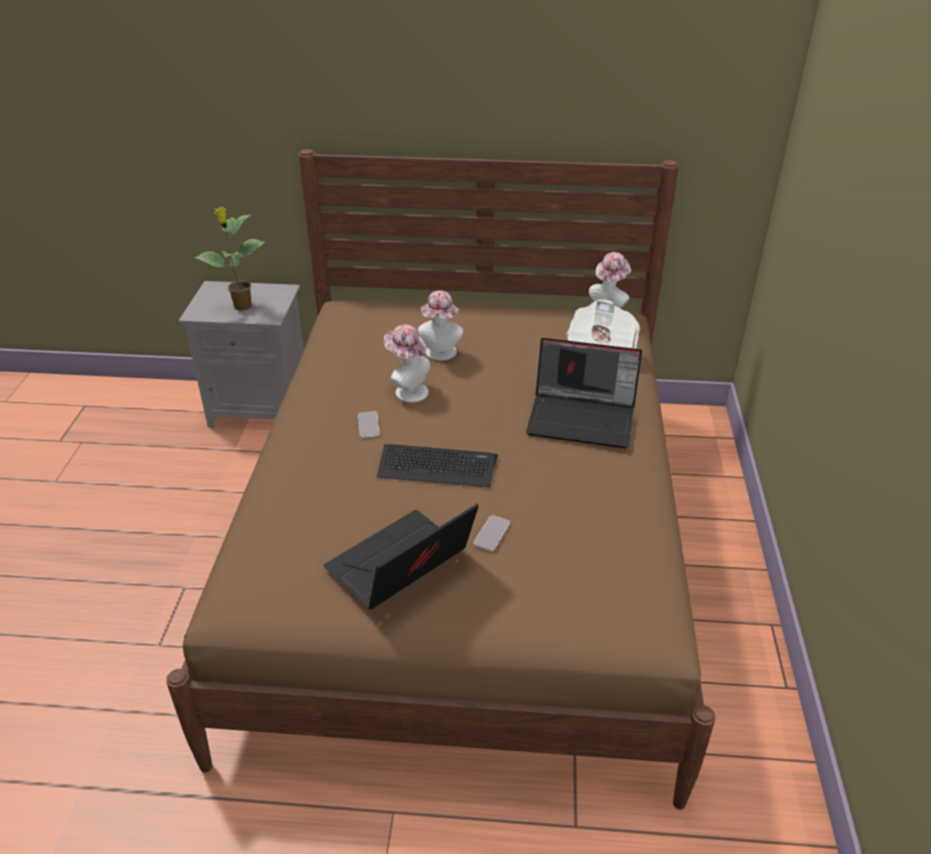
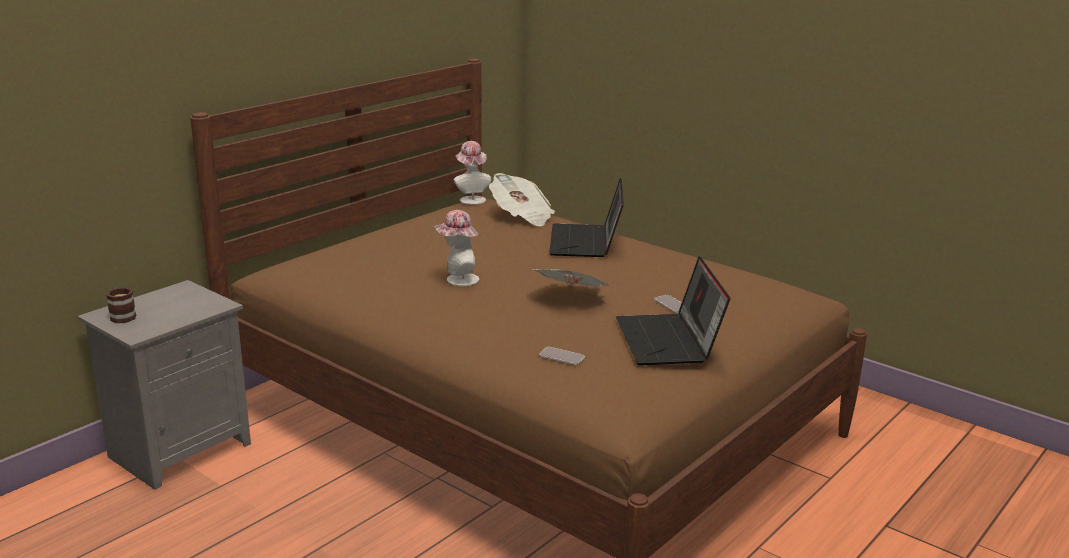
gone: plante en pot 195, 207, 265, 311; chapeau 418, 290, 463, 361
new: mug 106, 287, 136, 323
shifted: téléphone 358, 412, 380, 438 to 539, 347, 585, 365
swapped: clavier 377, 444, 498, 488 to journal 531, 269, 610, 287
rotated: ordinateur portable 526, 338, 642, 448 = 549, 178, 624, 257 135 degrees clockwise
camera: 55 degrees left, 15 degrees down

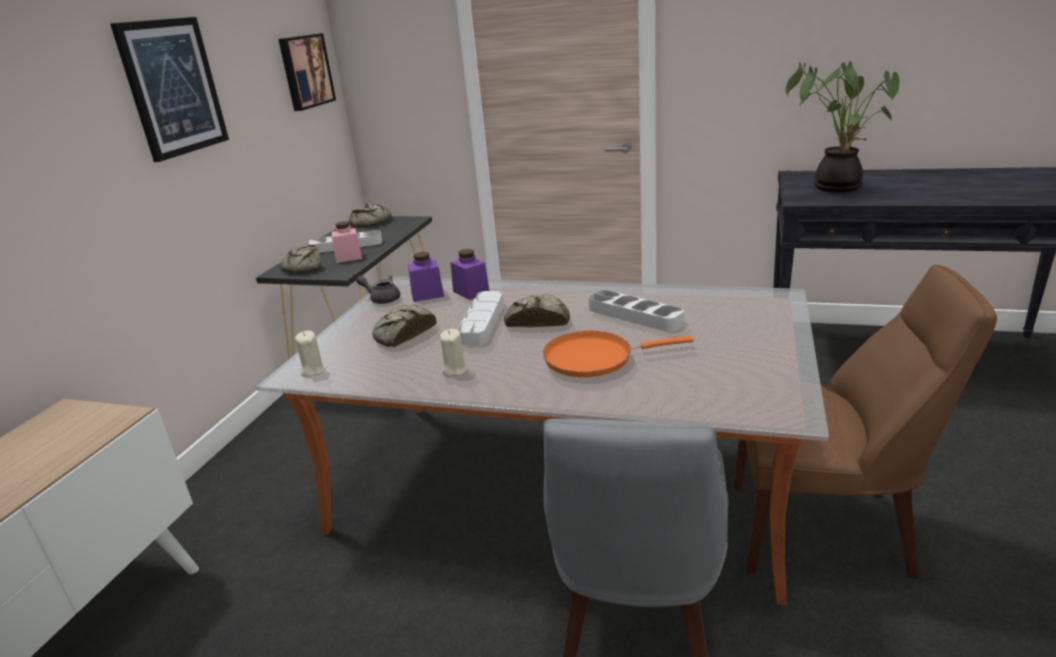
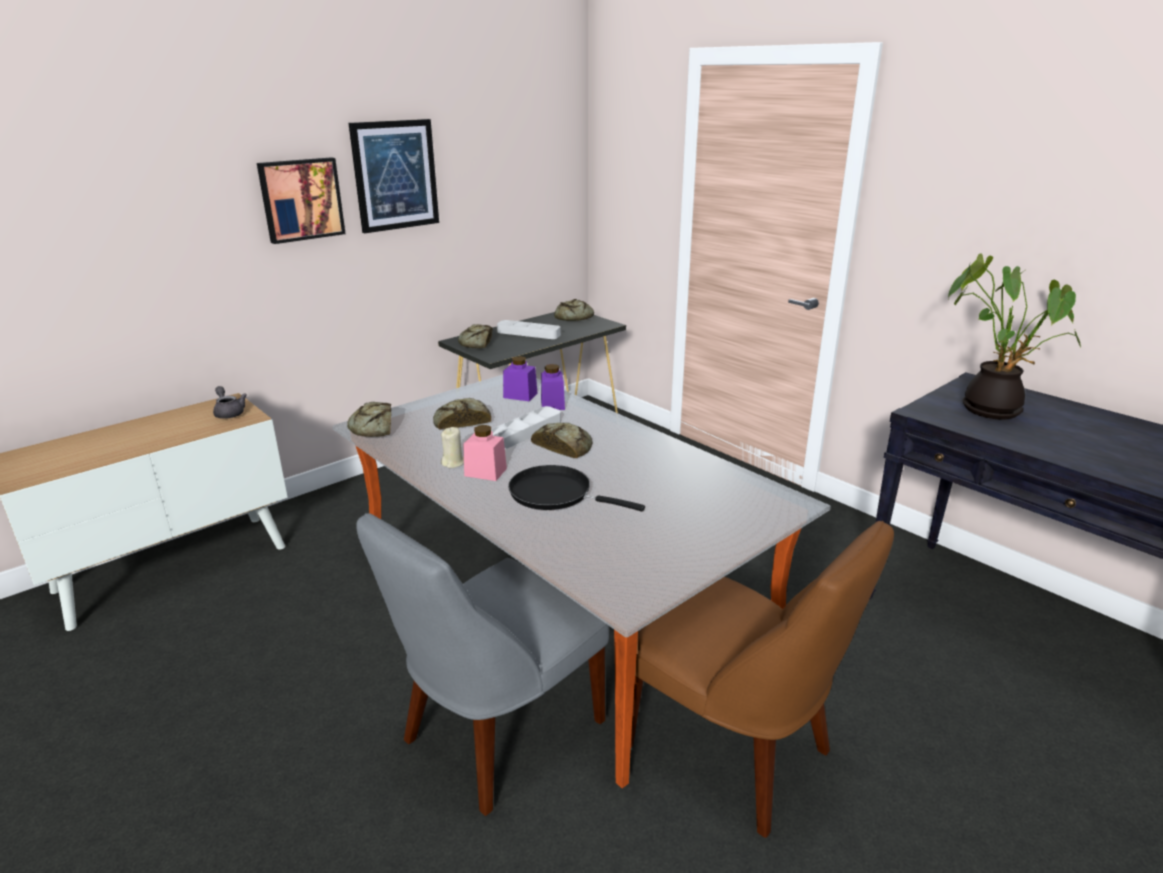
gone: plateau/gris 588, 290, 684, 332
shifted: tableau 278, 33, 336, 111 to 257, 157, 346, 244; bocal/rose 332, 221, 362, 263 to 463, 425, 507, 481; théière/gris 356, 275, 400, 304 to 213, 386, 247, 419
swapped: bougie/beige 295, 331, 326, 377 to pain 347, 402, 391, 437
repainted: poêle/orange 543, 331, 694, 377 to poêle/noir 508, 465, 645, 512
camera: 30 degrees right, 0 degrees up

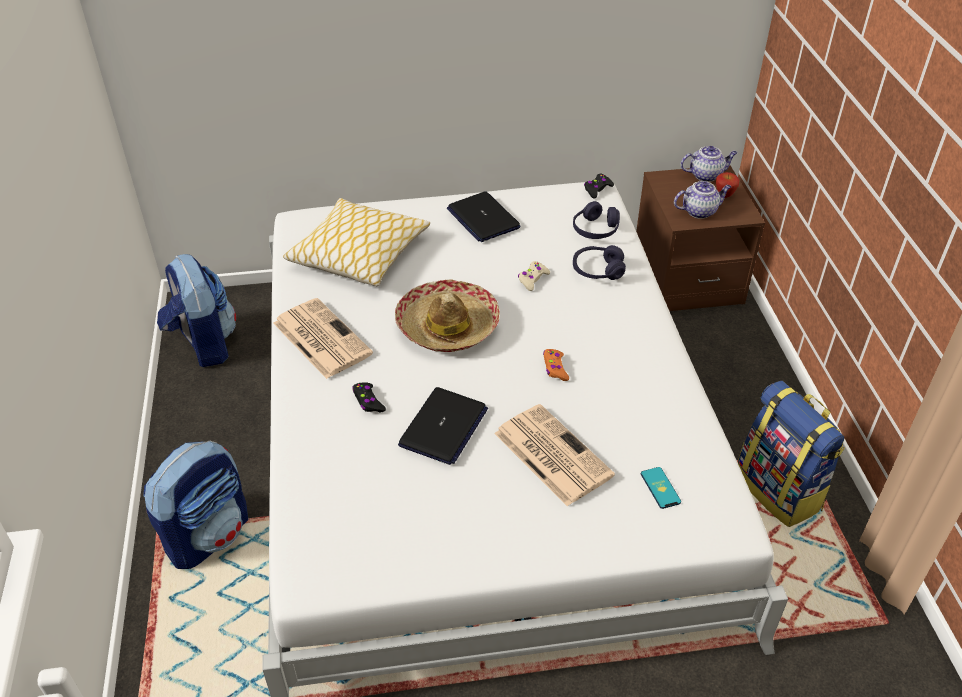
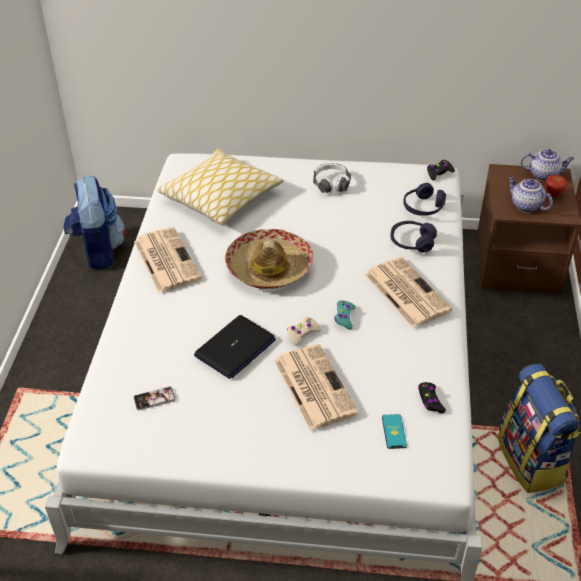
gone: sac à dos 143, 441, 248, 569
new: téléphone 133, 387, 176, 410; journal 365, 257, 452, 328
shifted: manette/noir 352, 382, 386, 412 to 418, 382, 446, 413; manette/beige 518, 261, 550, 291 to 287, 317, 321, 346
swapped: ordinateur portable 447, 191, 521, 242 to casque audio 313, 163, 351, 193
repainted: manette/orange 543, 349, 569, 381 to manette/turquoise 334, 300, 356, 330
rotated: théière 674, 181, 731, 219 = 508, 176, 553, 213 135 degrees counterclockwise
camera: 15 degrees right, 0 degrees up

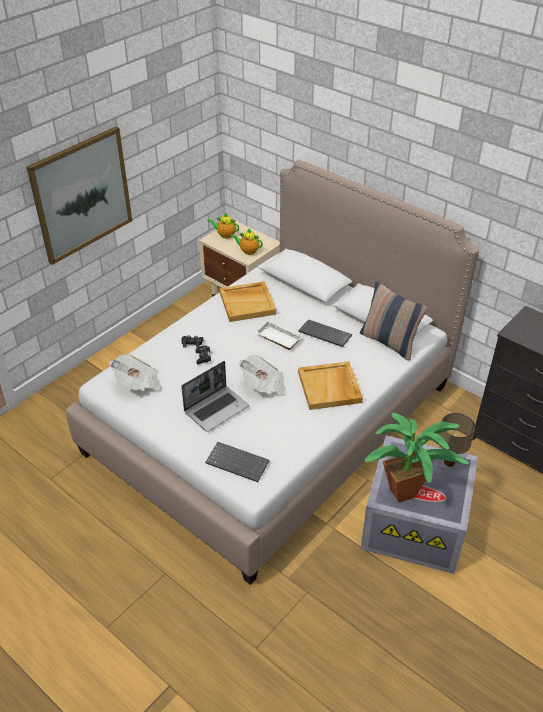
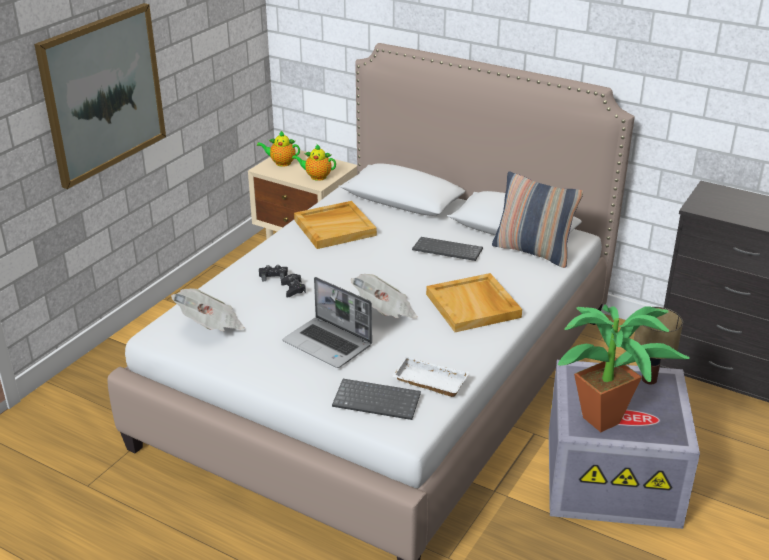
shifted: plateau/blanc 255, 321, 303, 350 to 392, 356, 469, 397
rotated: ordinateur portable 181, 361, 249, 432 = 283, 277, 372, 368 90 degrees clockwise
camera: 10 degrees left, 10 degrees down

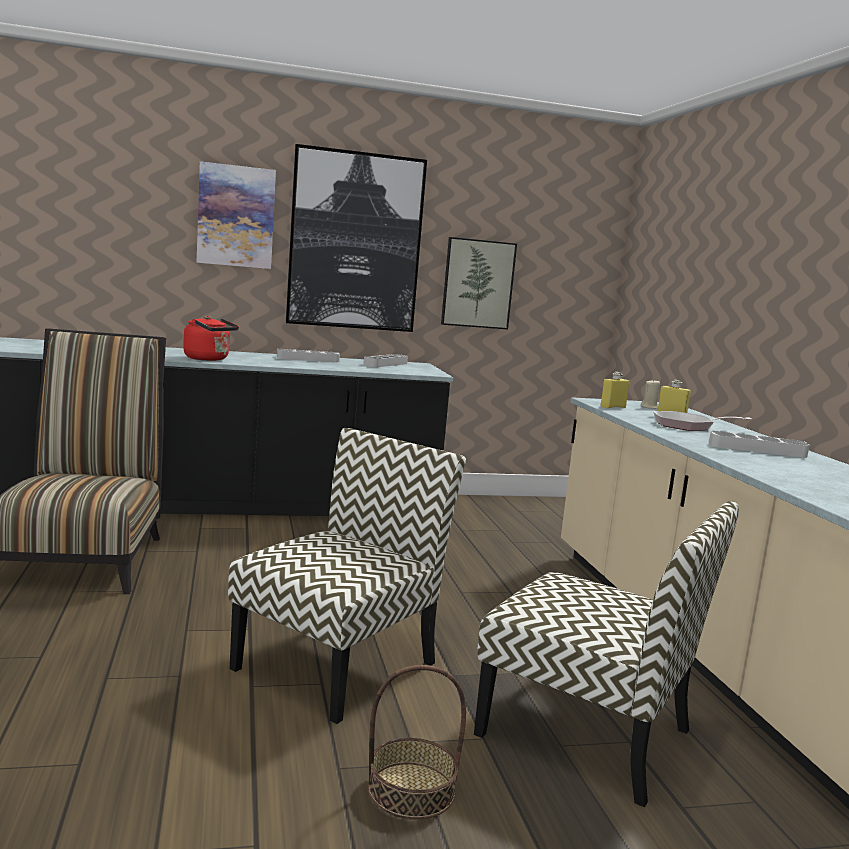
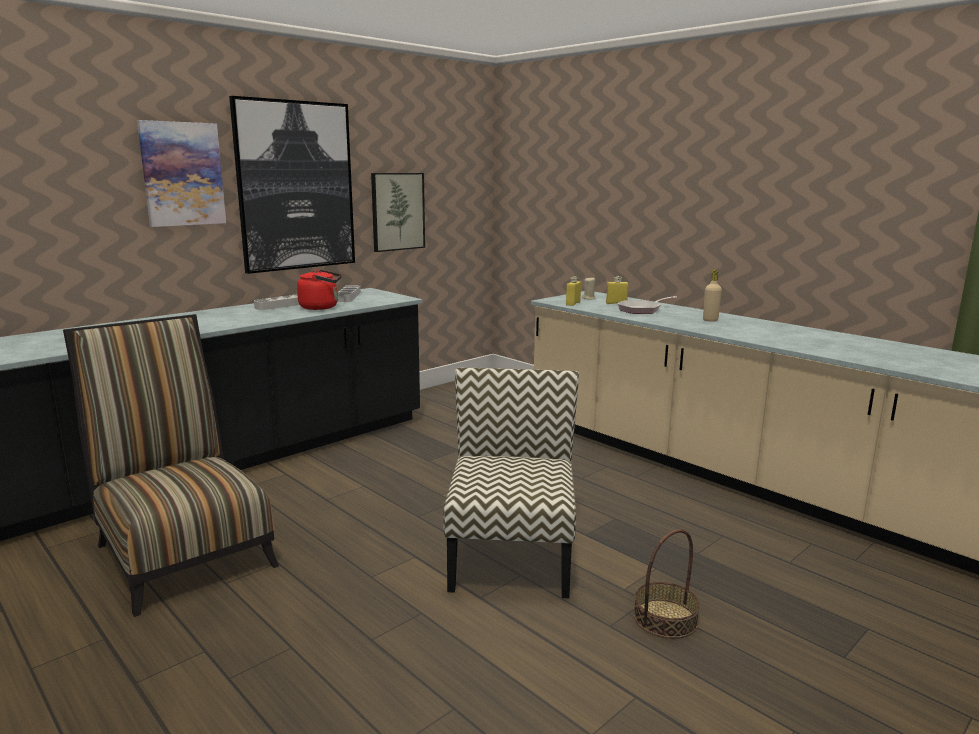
gone: chaise 474, 501, 739, 807
shifted: bouilloire/rouge 183, 316, 239, 361 to 297, 269, 342, 310
swapped: plateau/gris 709, 431, 809, 458 to bouteille/beige 703, 270, 722, 322
camera: 30 degrees left, 5 degrees up

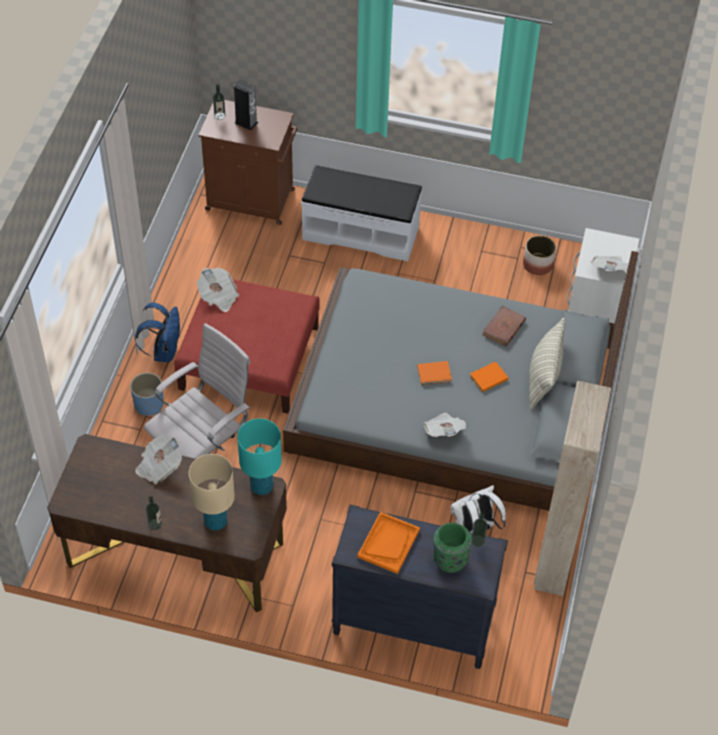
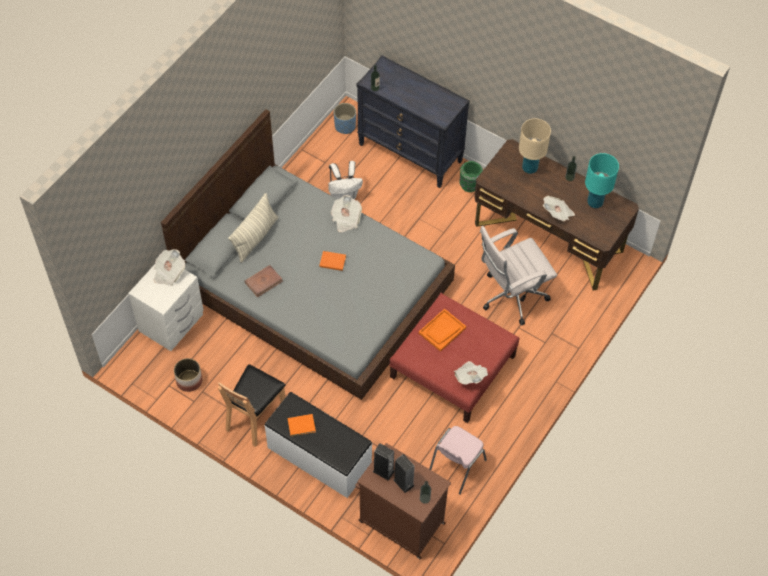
gone: sac à dos/bleu 135, 302, 180, 362; armoire/beige 534, 381, 611, 596
new: chaise/marron 218, 364, 286, 447; enceinte 373, 443, 395, 481; chaise/rose 429, 426, 487, 495
shifted: cache-pot/bleu 130, 373, 164, 416 to 334, 103, 356, 134; lampe de table/turquoise 237, 418, 282, 495 to 585, 153, 619, 208; plateau/orange 357, 512, 420, 574 to 419, 309, 466, 352; vase/vert 433, 523, 472, 573 to 459, 161, 483, 192; livre/orange 470, 361, 509, 392 to 288, 414, 316, 436
camera: 160 degrees left, 5 degrees up

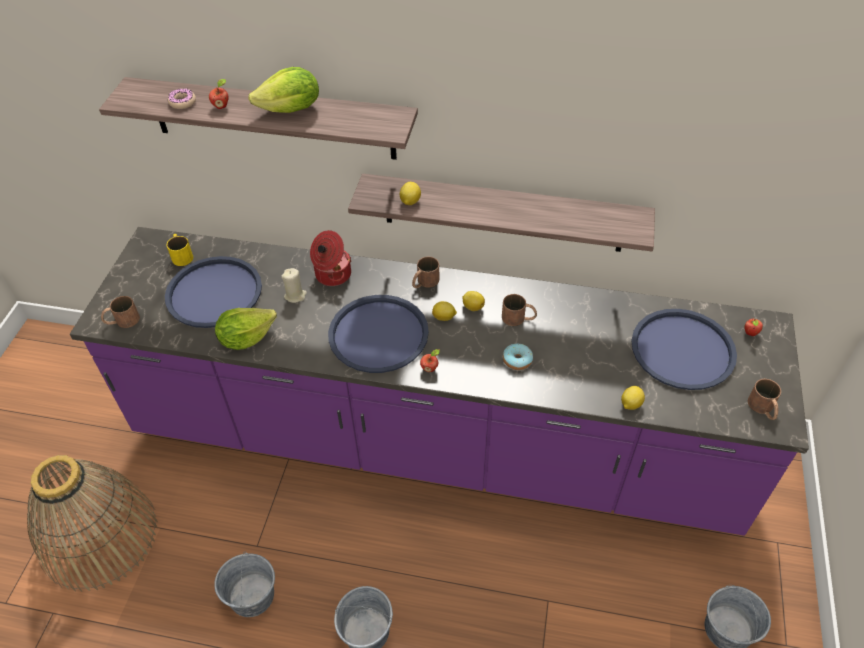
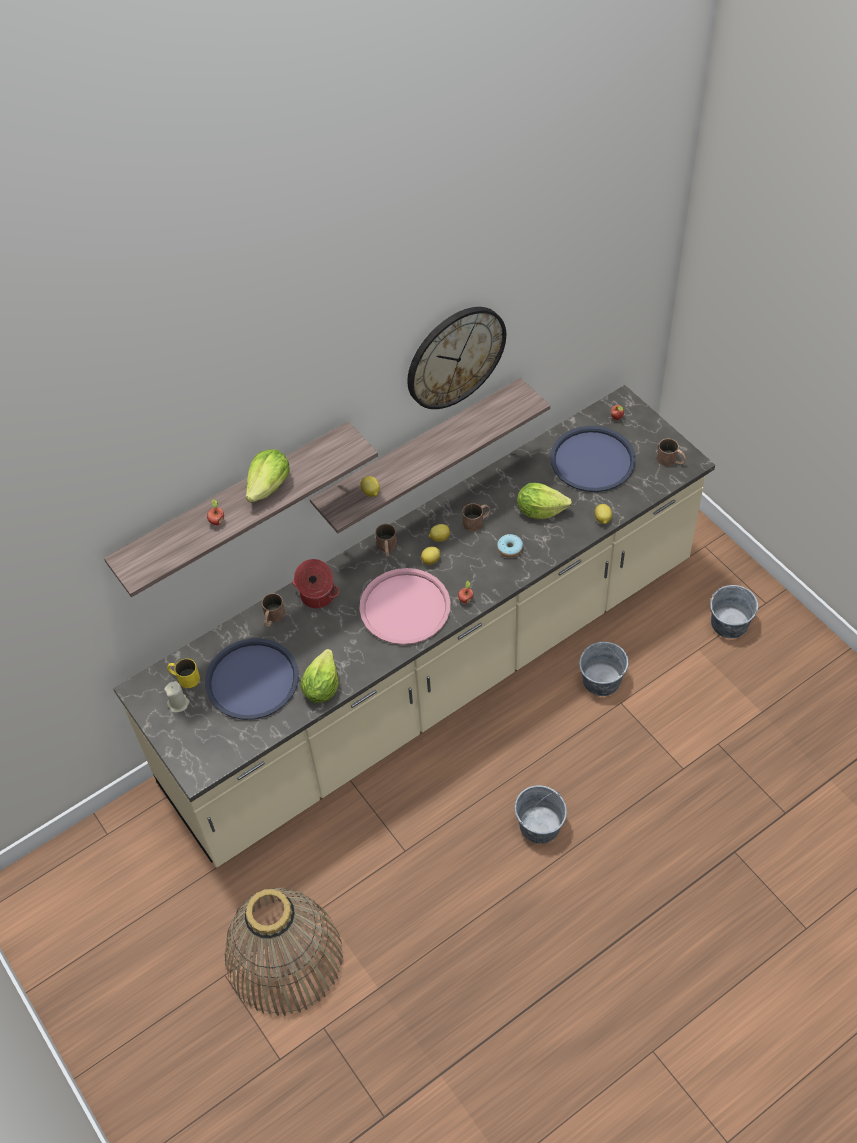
gone: beignet 168, 89, 196, 109
new: horloge murale 407, 307, 506, 409; laitue 517, 483, 572, 519
shifted: mug/marron 101, 296, 140, 328 to 262, 593, 285, 627; seau/gris 214, 551, 275, 617 to 579, 642, 629, 696; bougie/beige 281, 268, 307, 303 to 164, 681, 190, 713
repainted: comptoir de cuisine/violet 70, 227, 809, 536 to comptoir de cuisine/beige 113, 385, 715, 868; plateau/bleu 328, 295, 429, 373 to plateau/rose 359, 568, 451, 645
camera: 45 degrees left, 5 degrees up

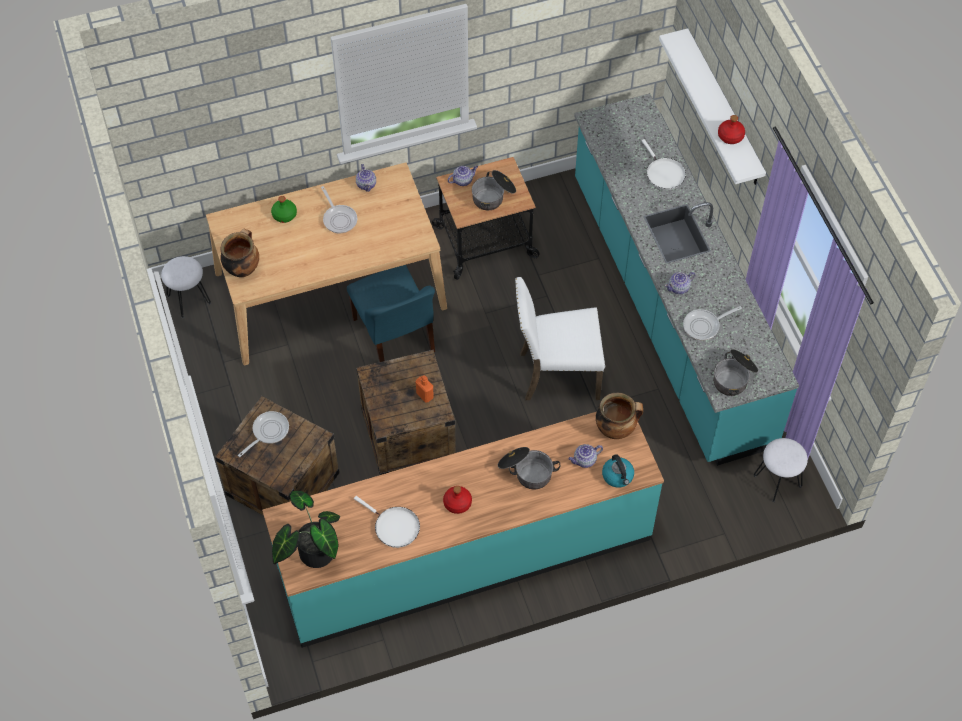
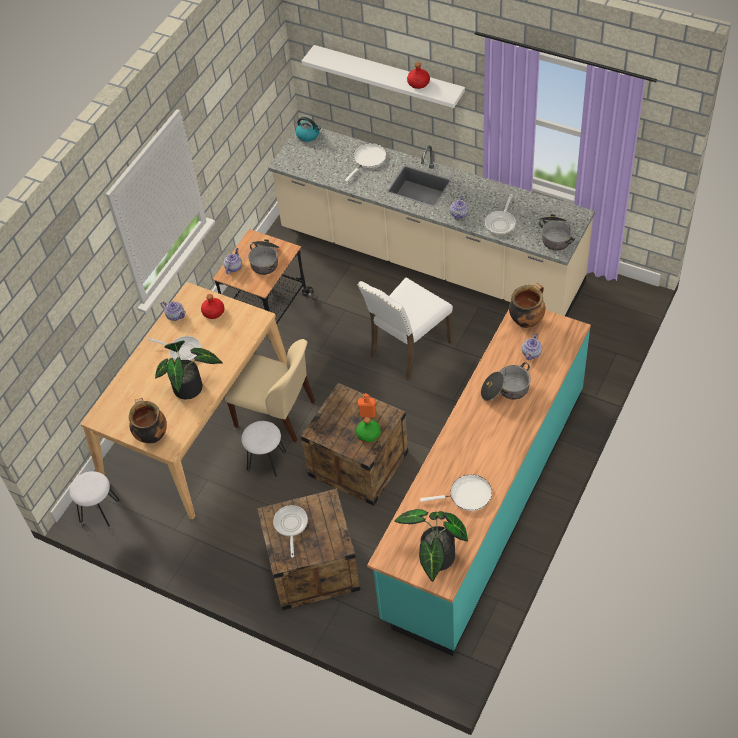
new: plante en pot 155, 341, 223, 399
shifted: bouteille/vert 271, 196, 297, 223 to 356, 417, 381, 442; bouteille/rouge 443, 486, 472, 514 to 201, 294, 224, 319; bouilloire 602, 454, 634, 488 to 296, 117, 321, 142; tabouret/blanc 754, 438, 808, 502 to 241, 421, 286, 478
repainted: chaise/bleu 347, 265, 435, 362 to chaise/beige 225, 339, 315, 442; comptoir de cuisine/turquoise 574, 93, 799, 466 to comptoir de cuisine/beige 268, 128, 595, 317
rotated: poêle/blanc 642, 139, 686, 190 = 345, 143, 386, 182 75 degrees counterclockwise
camera: 40 degrees left, 5 degrees down

